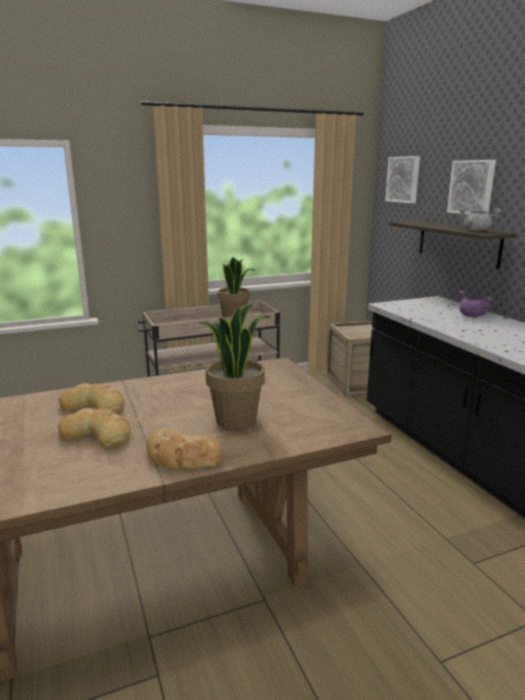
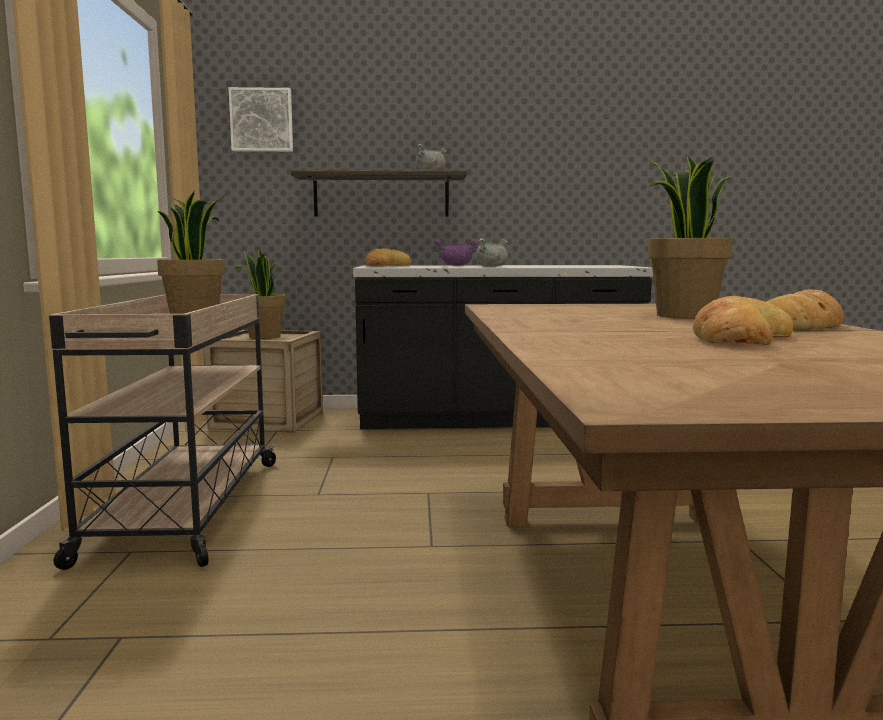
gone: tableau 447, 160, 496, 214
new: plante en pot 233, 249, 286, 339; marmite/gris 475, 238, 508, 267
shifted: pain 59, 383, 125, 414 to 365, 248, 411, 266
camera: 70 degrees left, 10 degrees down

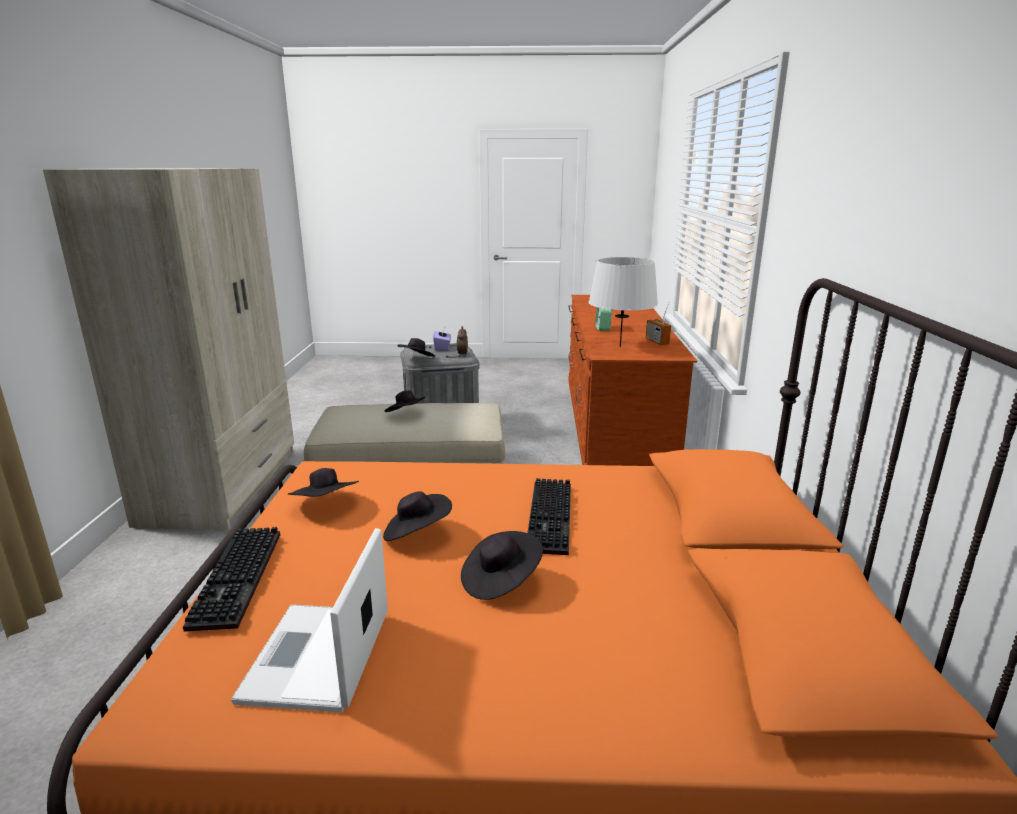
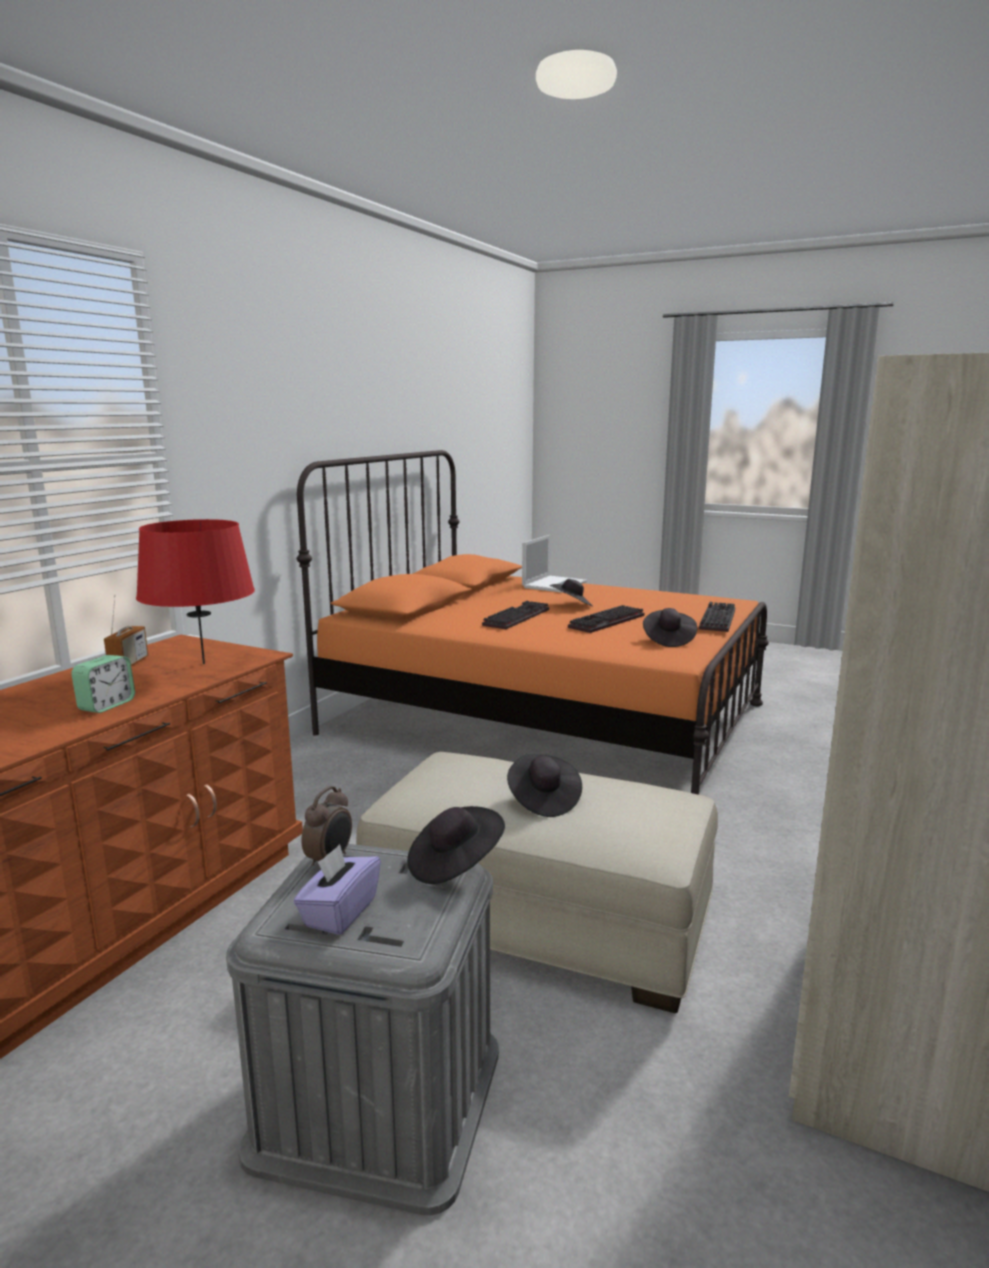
shifted: ordinateur portable 231, 528, 388, 713 to 522, 535, 587, 593
swapped: chapeau/noir 383, 492, 452, 541 to clavier 568, 605, 644, 633
repainted: lampe de table/gris 589, 257, 658, 347 to lampe de table/rouge 136, 519, 255, 664
camera: 155 degrees left, 5 degrees down

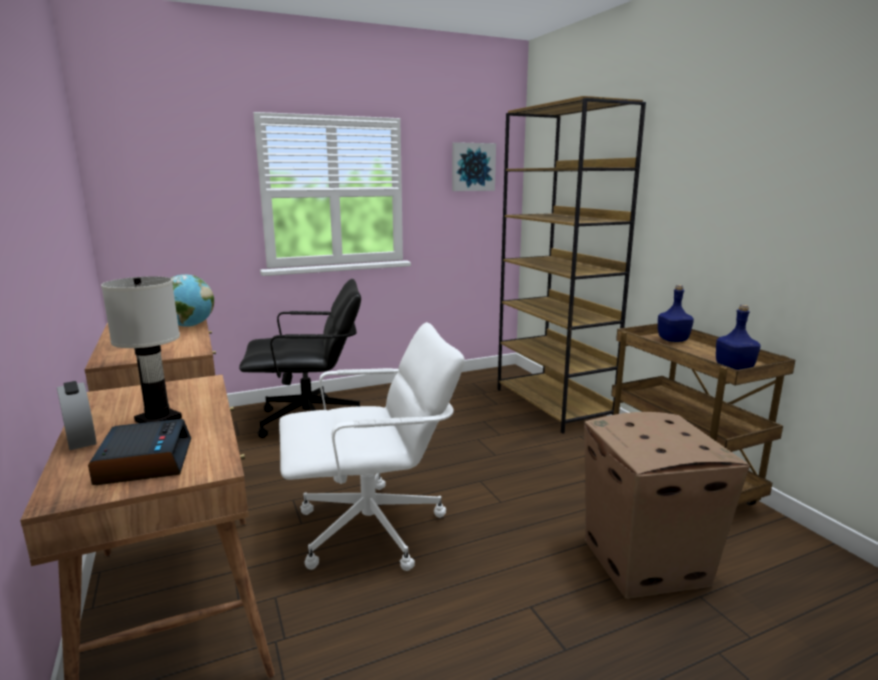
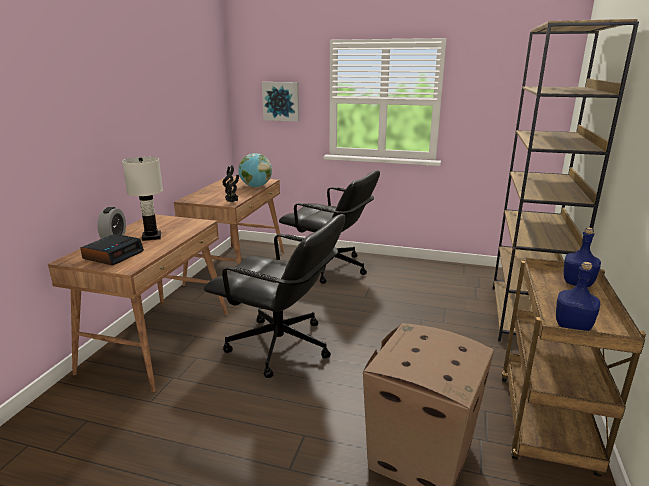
new: plante en pot 223, 165, 239, 203
shifted: tableau 452, 142, 496, 191 to 262, 82, 299, 122
repainted: chaise de bureau/blanc 279, 322, 465, 571 to chaise de bureau/noir 204, 214, 345, 378
camera: 40 degrees right, 5 degrees up

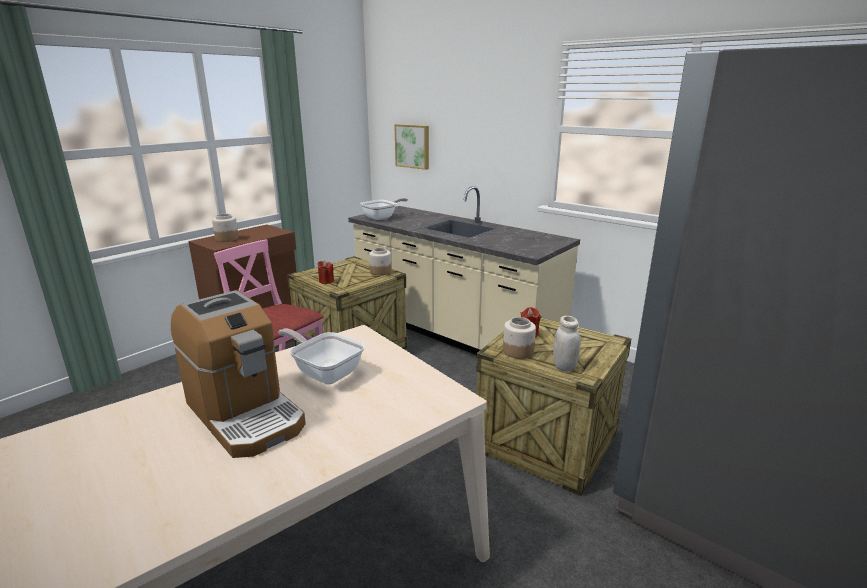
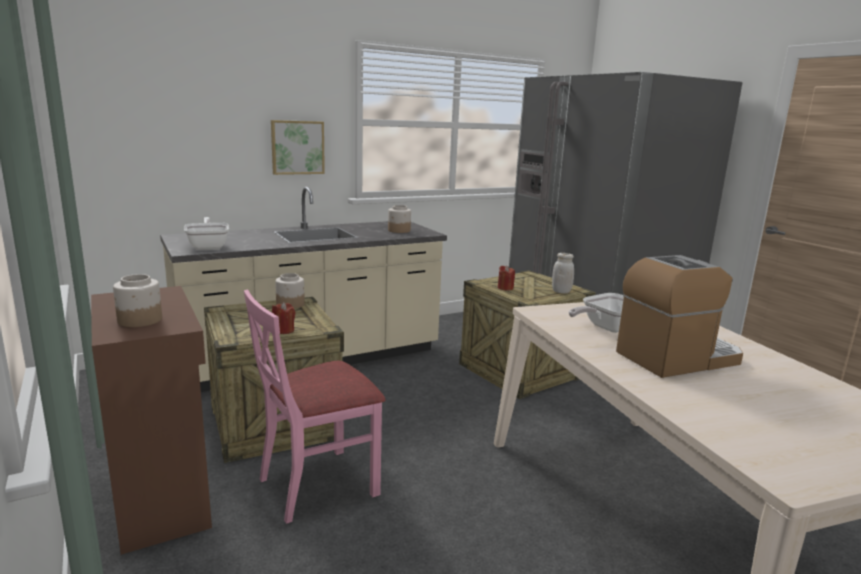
shifted: tableau 394, 124, 429, 170 to 271, 120, 325, 175; bocal 503, 317, 536, 359 to 388, 205, 411, 233
camera: 70 degrees left, 5 degrees down

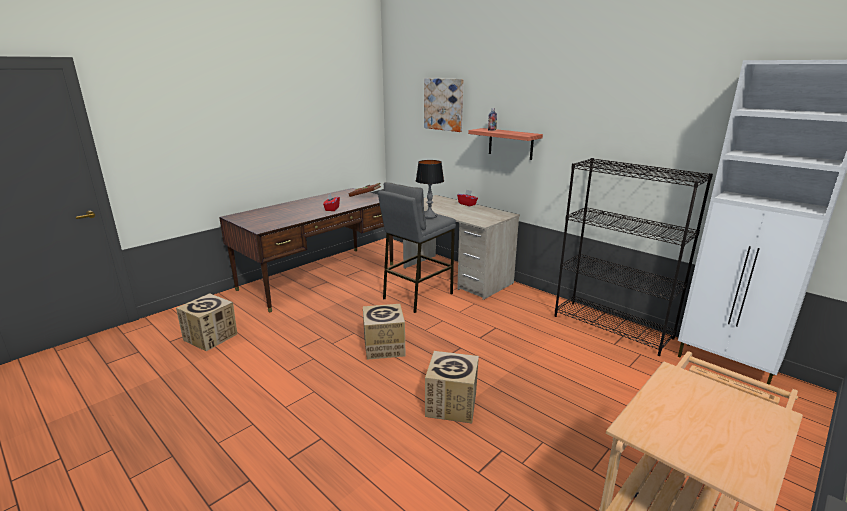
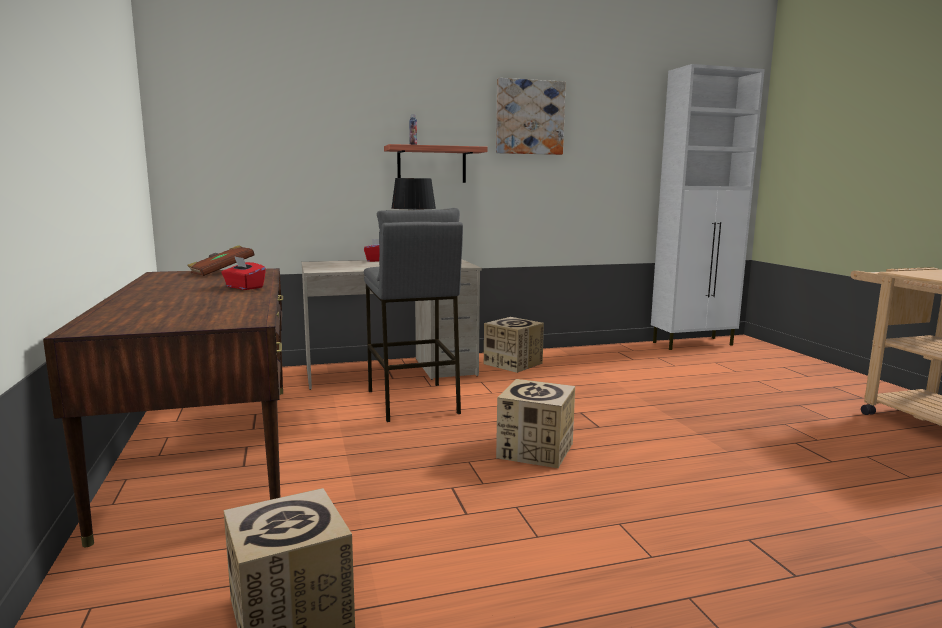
gone: bibliothèque/noir 554, 158, 713, 356
shifted: tableau 424, 78, 464, 132 to 496, 78, 566, 155; carton 425, 351, 479, 424 to 484, 317, 544, 373
camera: 60 degrees left, 10 degrees down

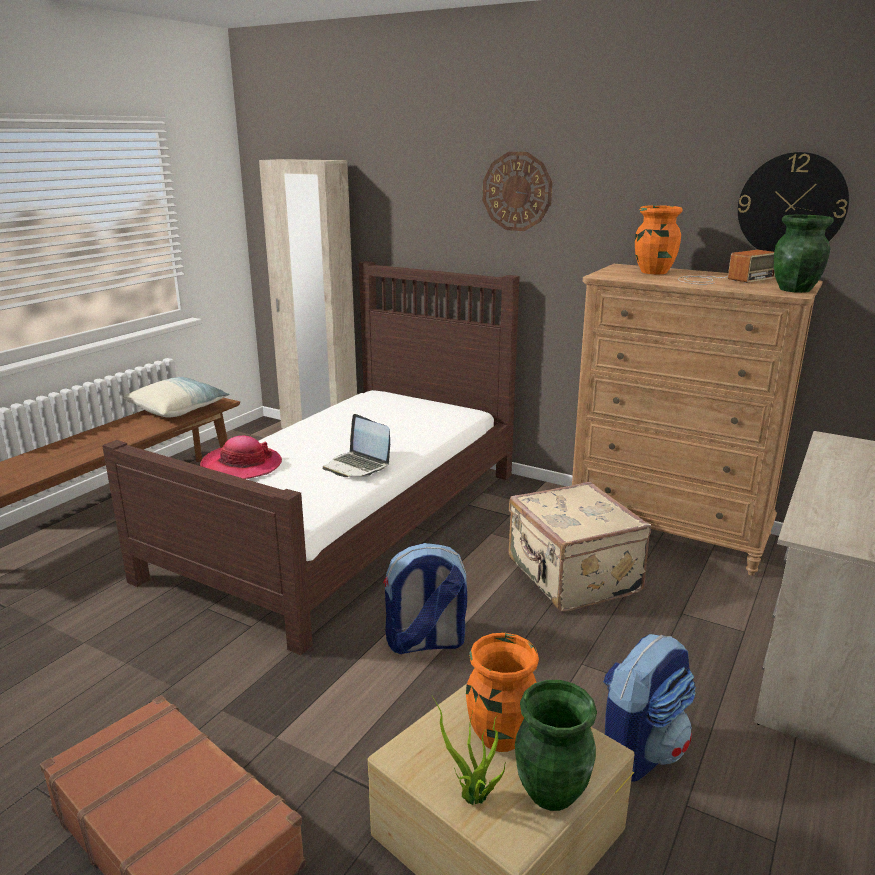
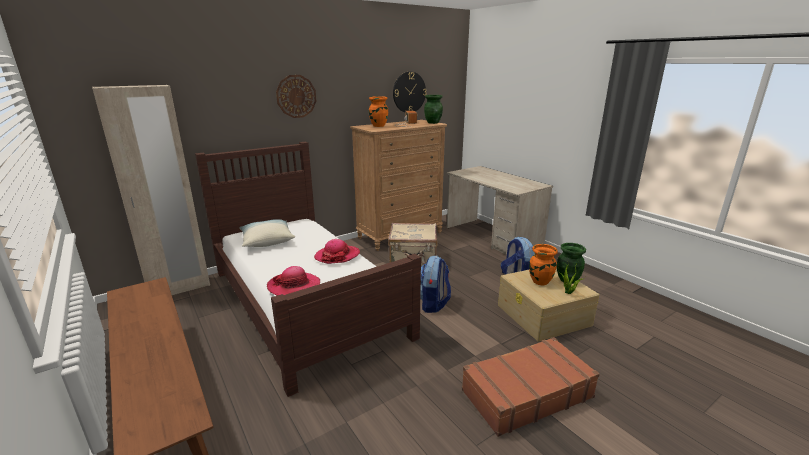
shifted: coussin 123, 377, 230, 418 to 239, 219, 295, 247
swapped: ordinateur portable 323, 414, 390, 477 to chapeau 314, 239, 360, 264
camera: 65 degrees left, 0 degrees up

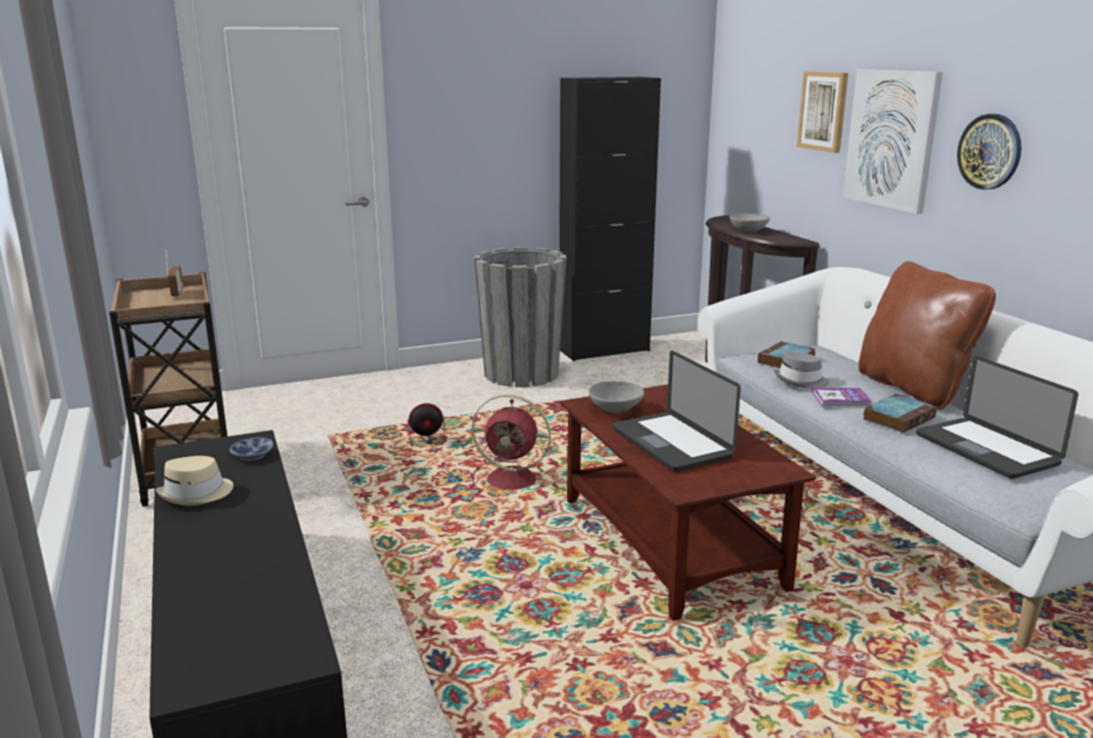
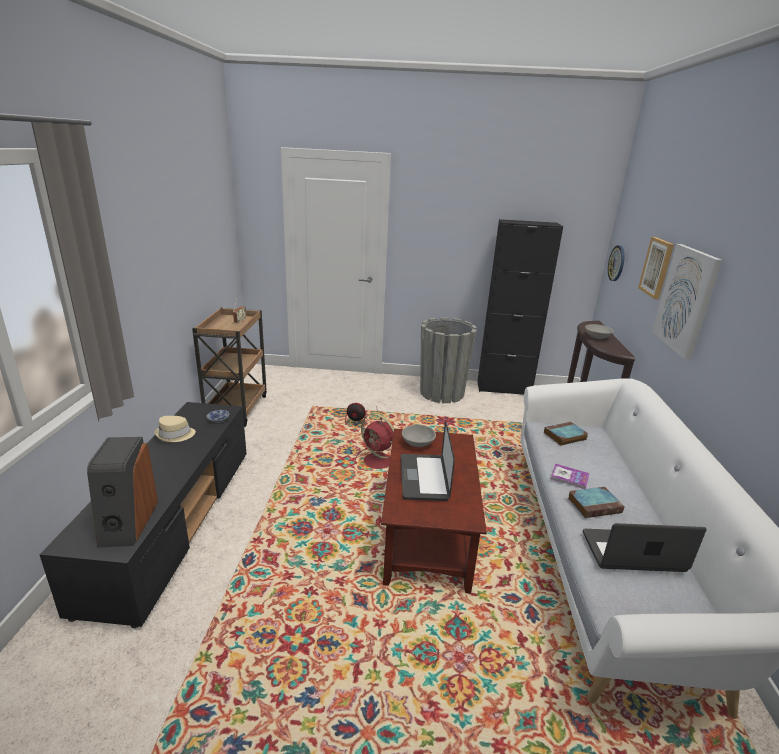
gone: chapeau/gris 774, 351, 829, 388; coussin/marron 858, 261, 996, 409
new: enceinte 87, 437, 158, 548
shifted: horloge murale 957, 114, 1022, 190 to 608, 245, 625, 281
rotated: ordinateur portable 916, 356, 1078, 479 = 583, 523, 707, 572 90 degrees clockwise
camera: 25 degrees right, 5 degrees up

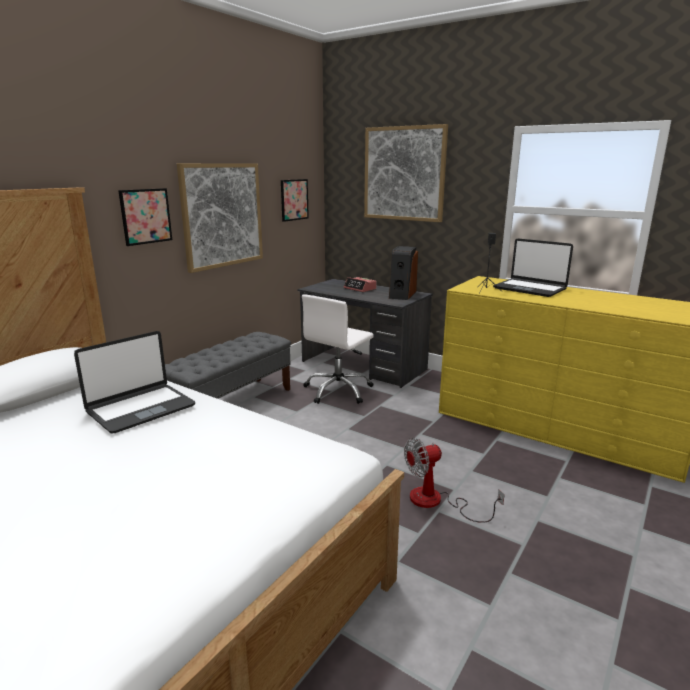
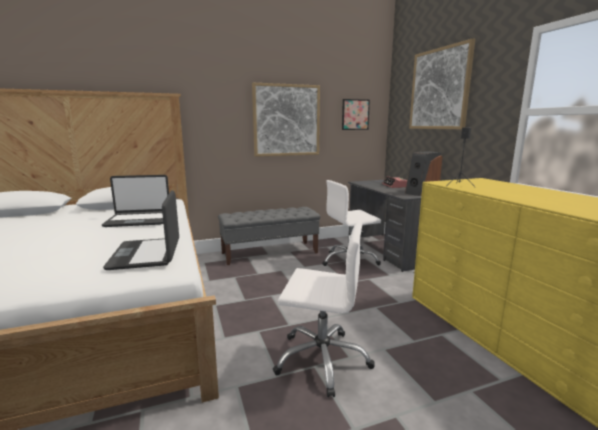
gone: tableau 118, 188, 172, 246
shifted: ordinateur portable 493, 238, 573, 297 to 103, 190, 179, 270
swapped: ventilateur 404, 437, 505, 523 to chaise de bureau/blanc 273, 220, 375, 397
camera: 35 degrees right, 5 degrees down

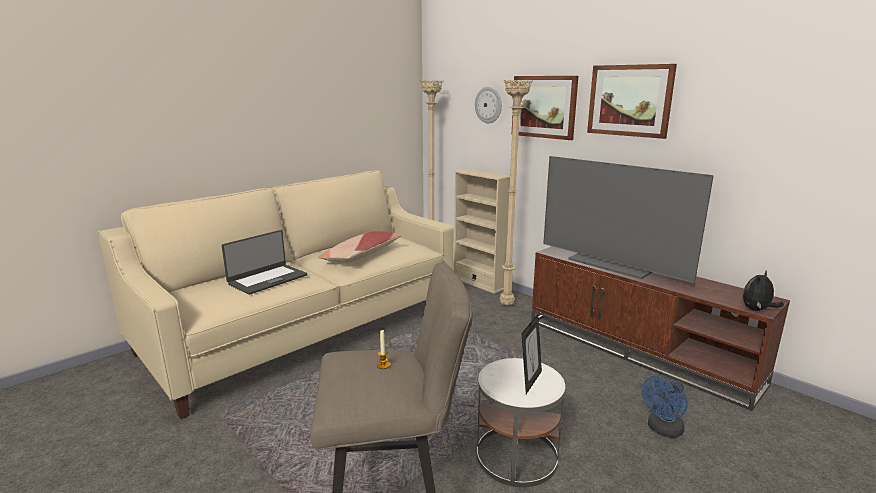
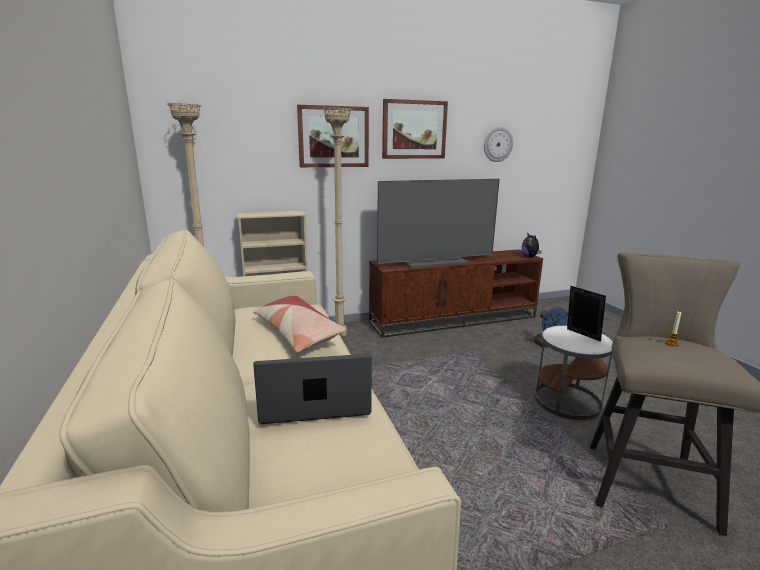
shifted: horloge murale 475, 87, 502, 123 to 484, 127, 513, 162
rotated: ordinateur portable 222, 230, 307, 295 = 253, 354, 372, 424 75 degrees counterclockwise
camera: 65 degrees left, 0 degrees up

